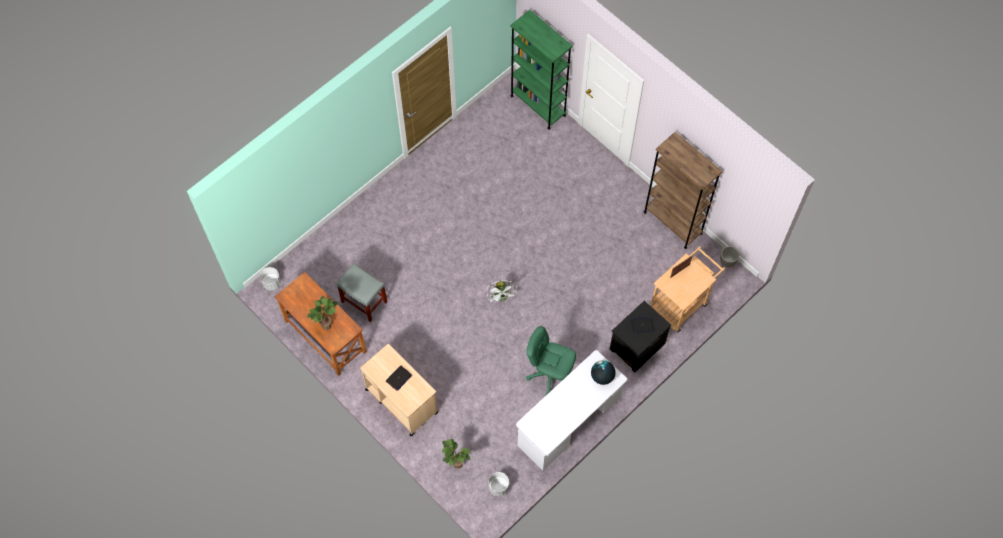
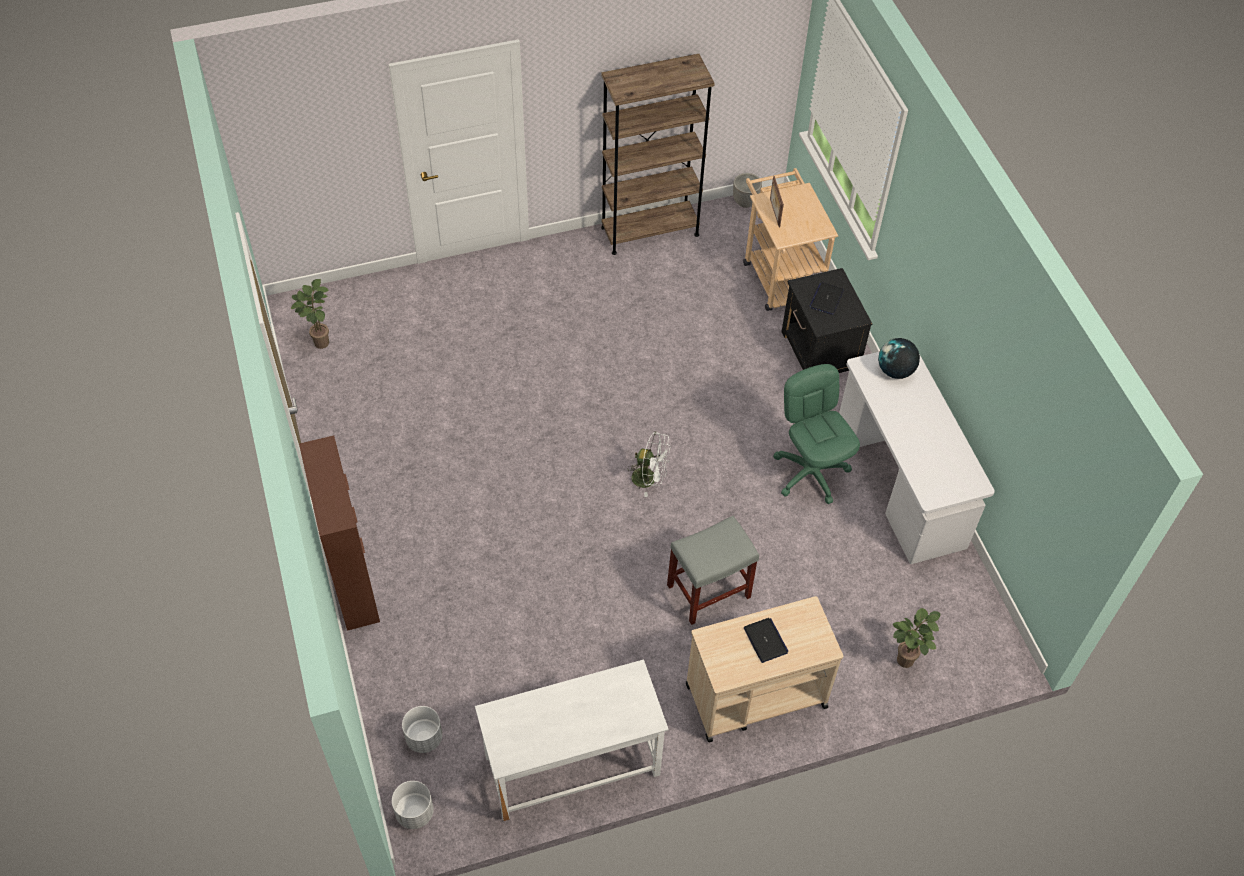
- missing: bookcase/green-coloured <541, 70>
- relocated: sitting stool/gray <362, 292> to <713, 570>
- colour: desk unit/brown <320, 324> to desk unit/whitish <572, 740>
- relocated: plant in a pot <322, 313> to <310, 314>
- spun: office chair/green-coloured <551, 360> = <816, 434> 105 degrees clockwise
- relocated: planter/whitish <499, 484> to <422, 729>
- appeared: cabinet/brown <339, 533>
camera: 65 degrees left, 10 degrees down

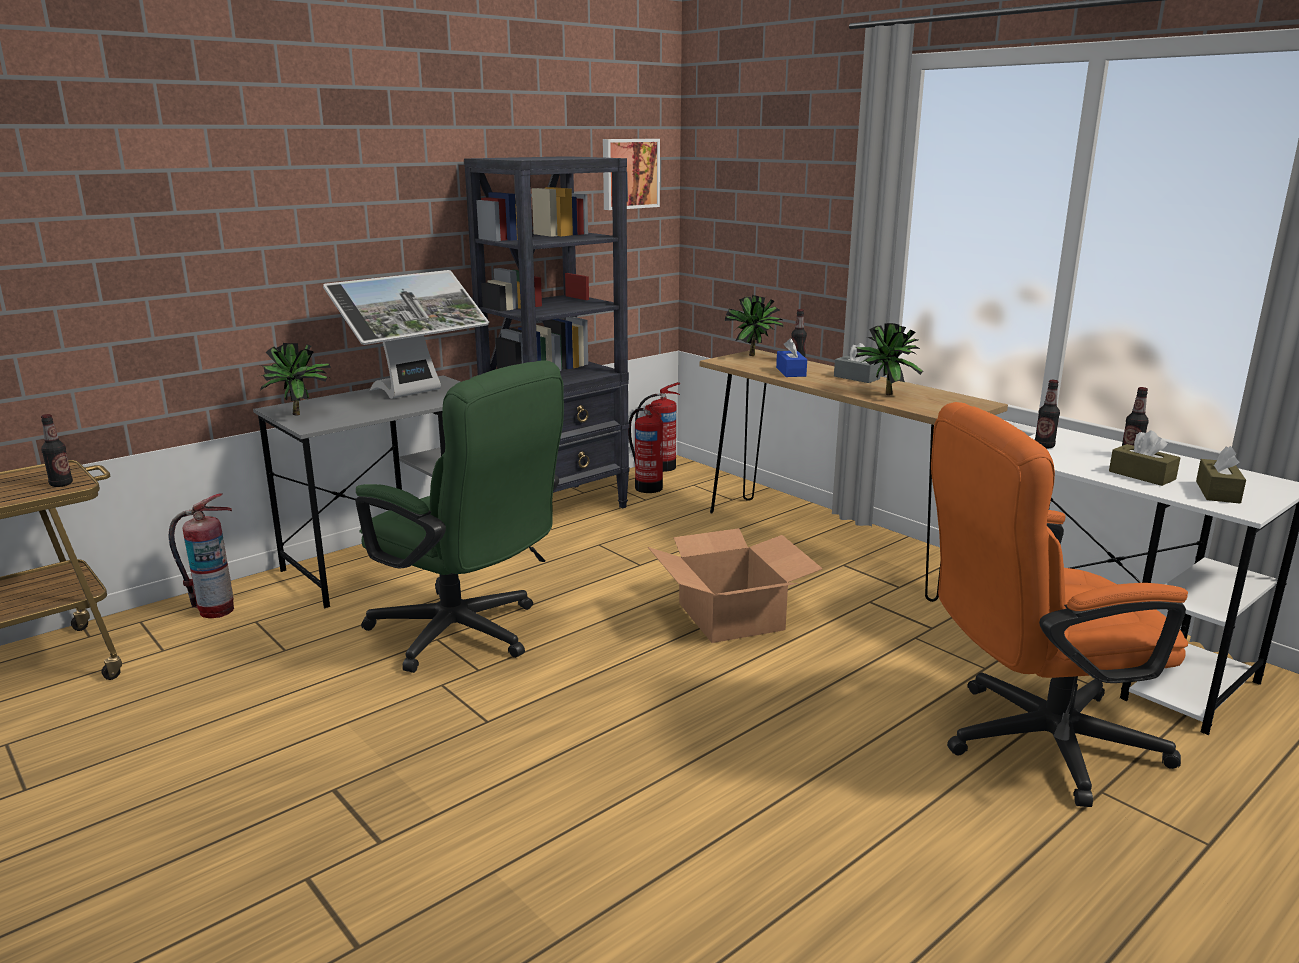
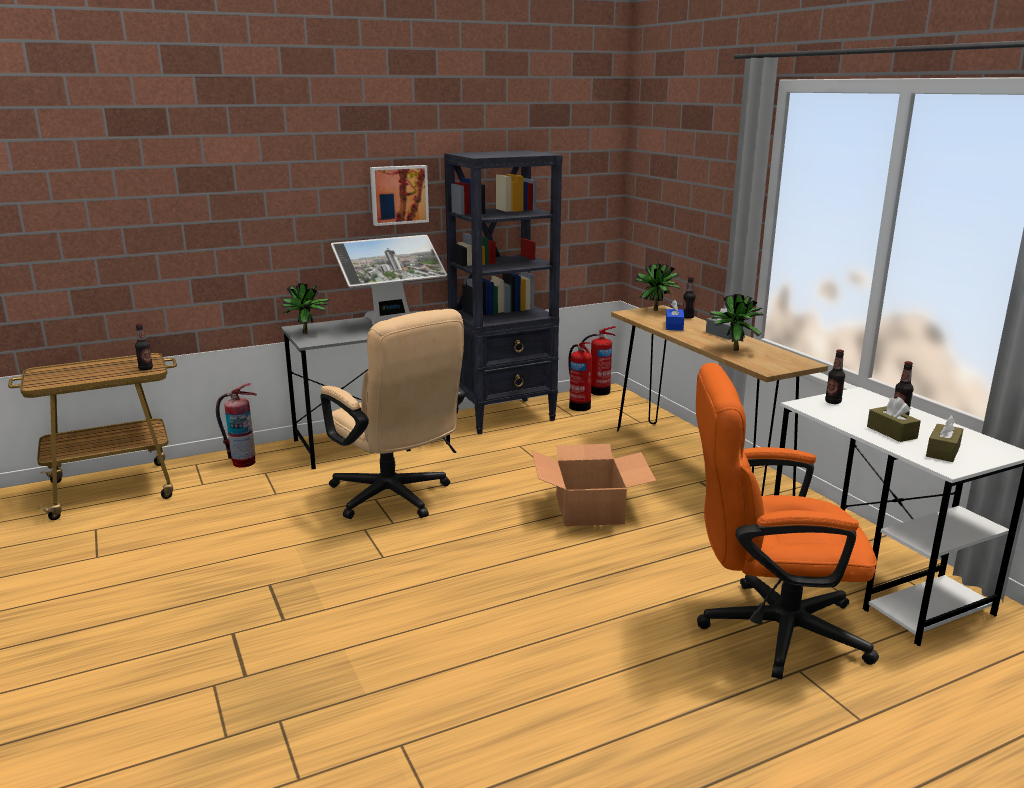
- relocated: picture <631, 174> to <399, 195>
- colour: office chair/green-coloured <460, 517> to office chair/beige <392, 414>
camera: 15 degrees right, 0 degrees up

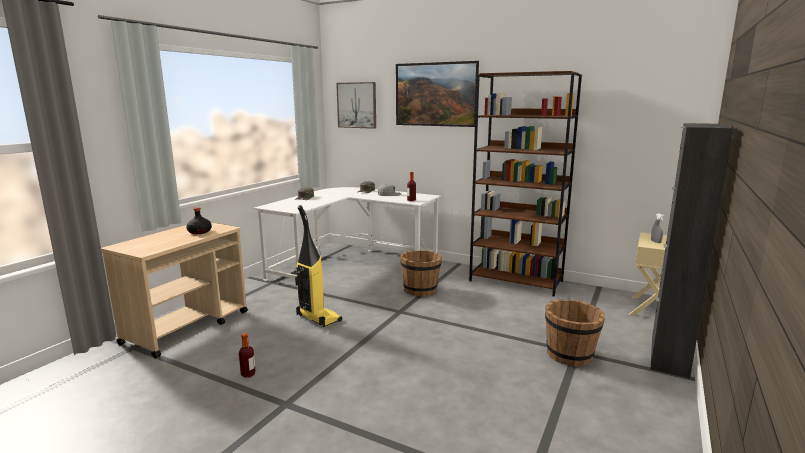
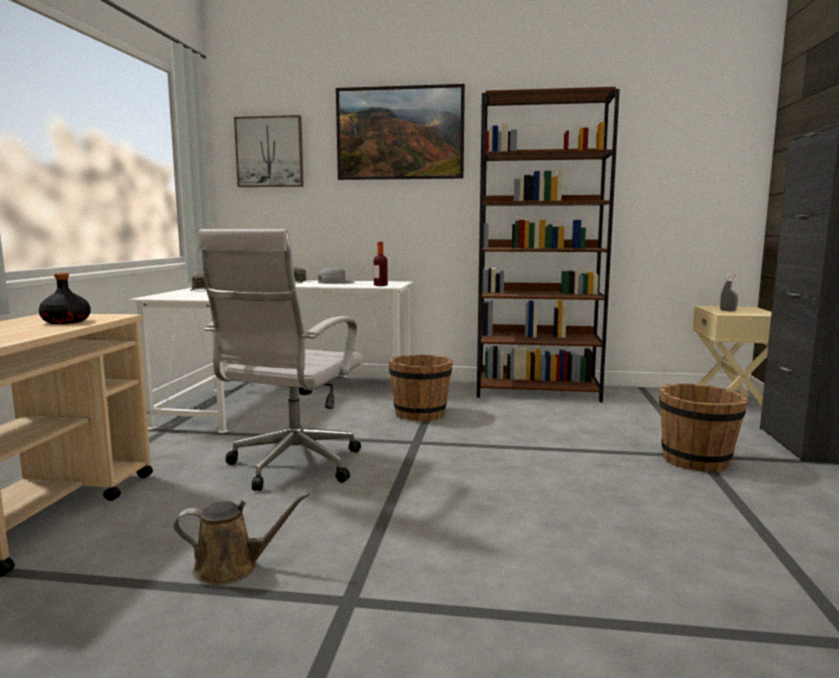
- exchanged: vacuum <318, 266> to office chair/whitish <281, 360>
- exchanged: bottle <247, 355> to watering pot/brown <241, 539>
camera: 20 degrees left, 5 degrees down

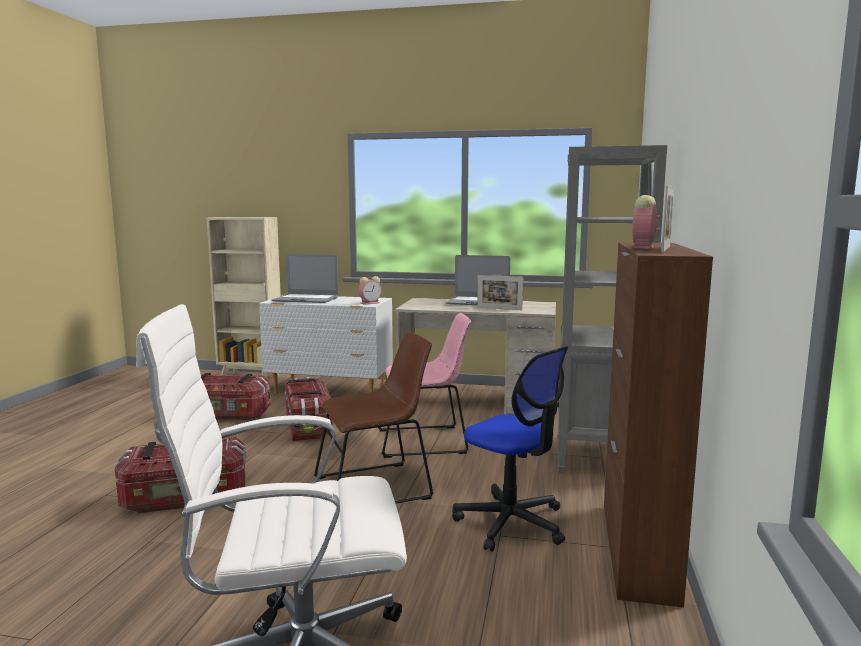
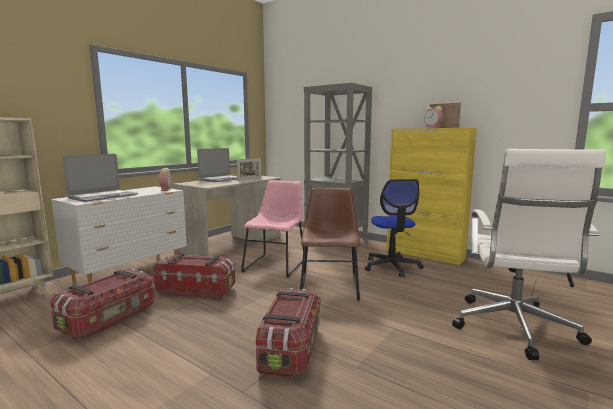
- colour: cabinet/brown <658, 425> to cabinet/yellow <431, 196>
- spun: office chair <510, 449> = <394, 228> 105 degrees clockwise
camera: 65 degrees left, 0 degrees up

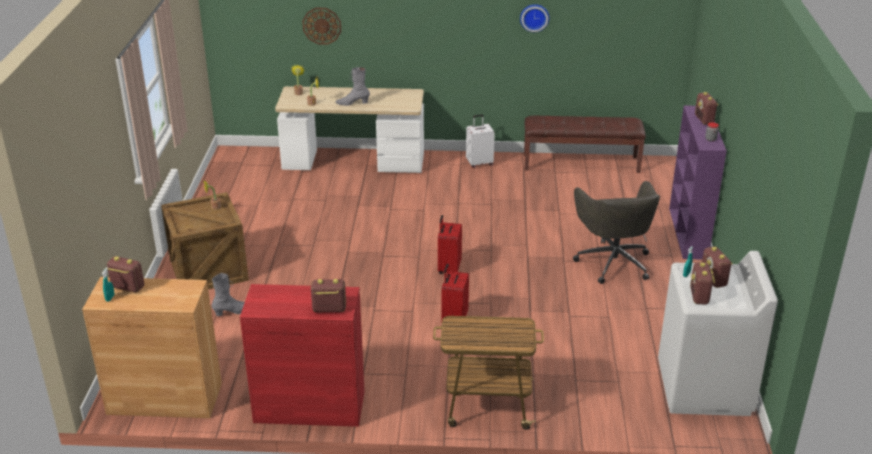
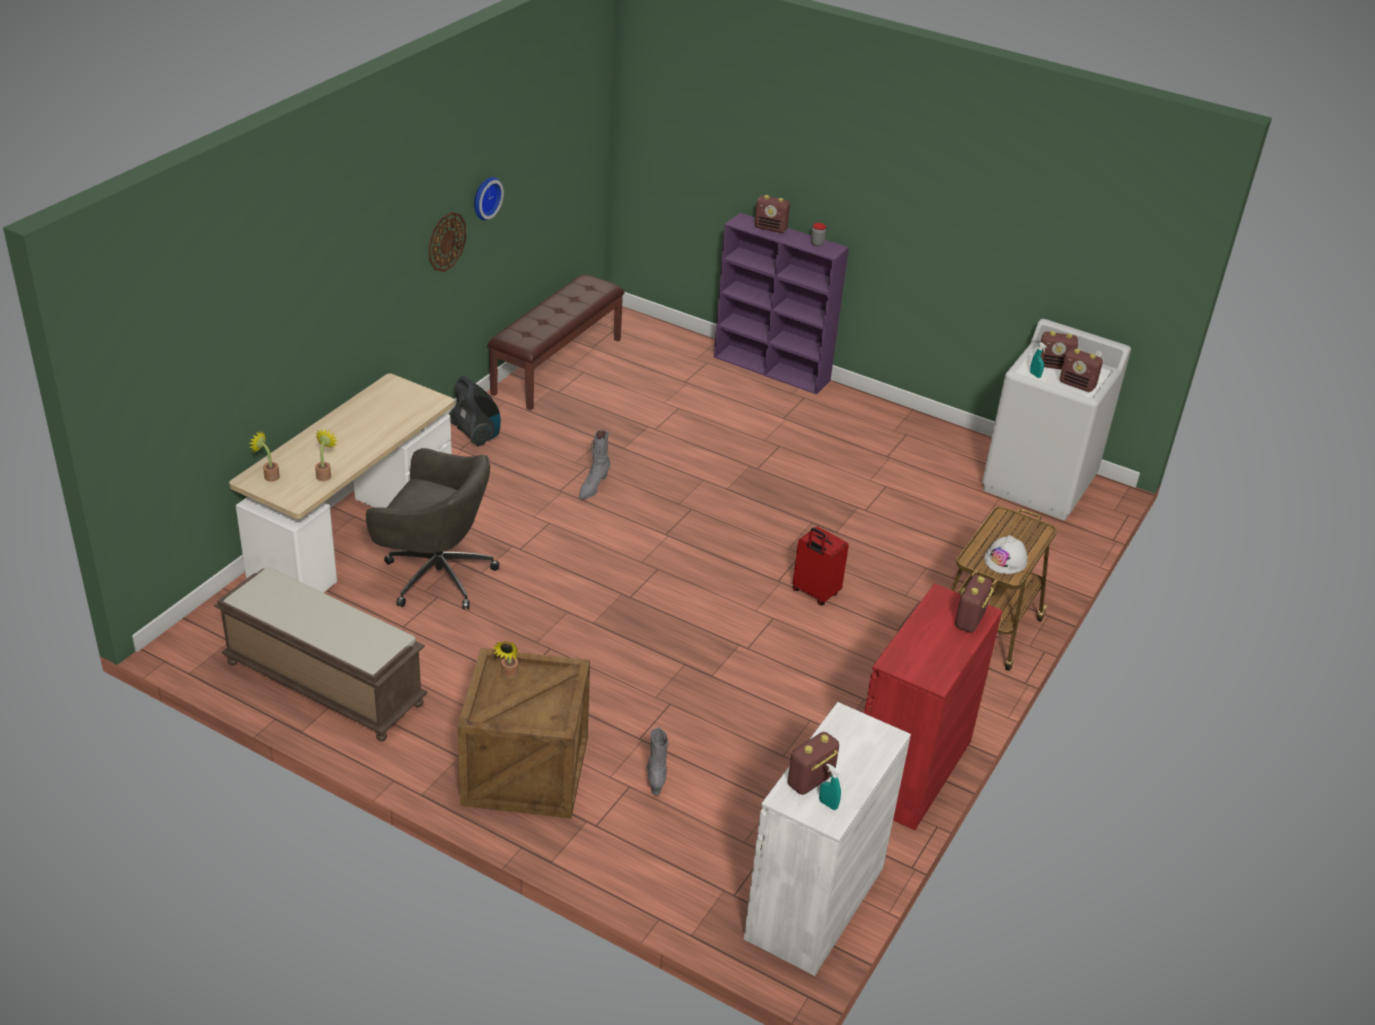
- relocated: clock on the wall <321, 26> to <447, 242>
- relocated: tall boot/gray <353, 86> to <595, 464>
- exchanged: travel case/whitish <480, 141> to vacuum <475, 411>
- relocated: office chair/gray <616, 232> to <432, 528>
- missing: travel case/reddish <450, 244>
- colour: cabinet/brown <152, 347> to cabinet/whitish <827, 839>
- appeared: hard hat/whitish <1006, 554>
- appeared: bench/brown <320, 654>
camera: 65 degrees left, 5 degrees up

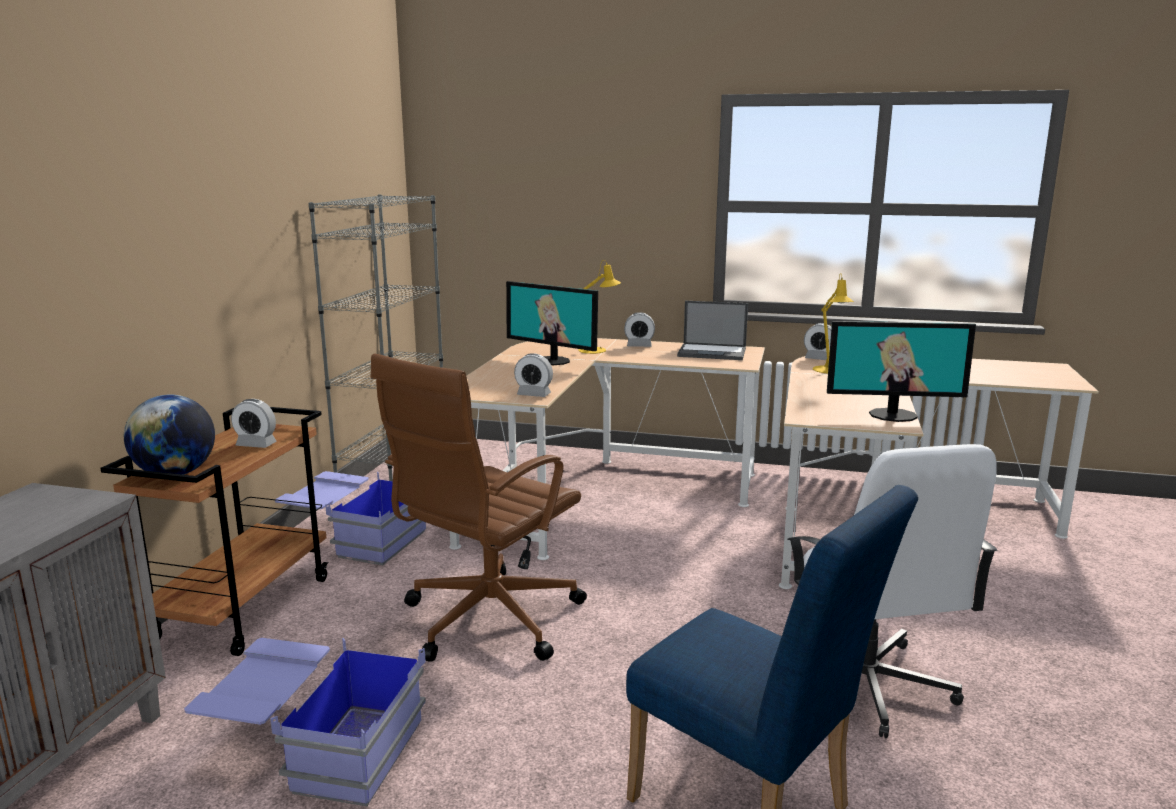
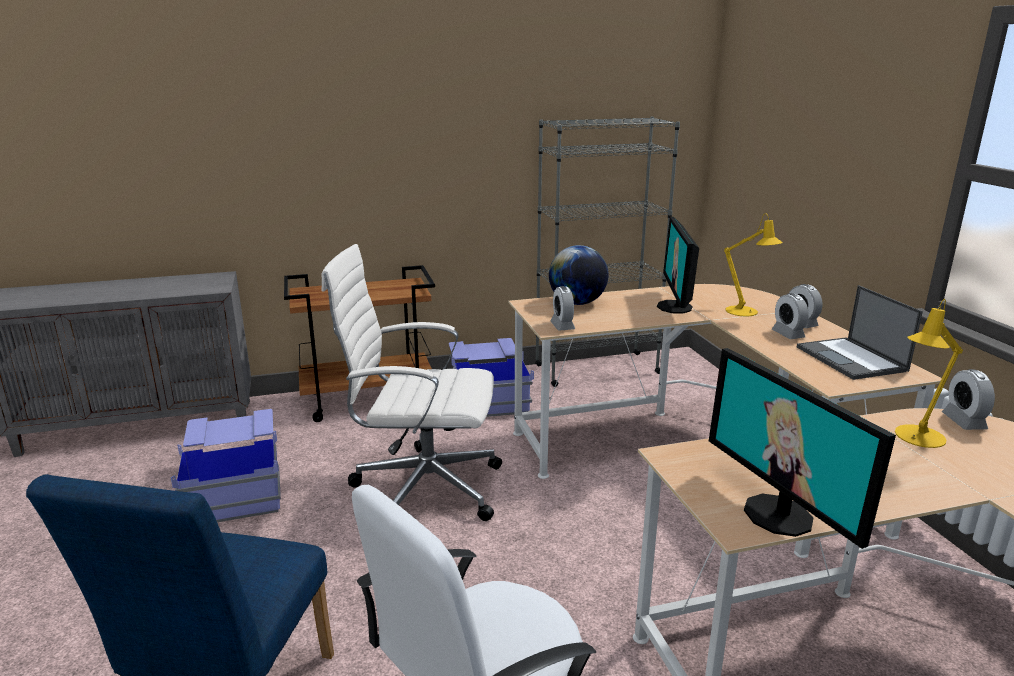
- colour: office chair/brown <479, 507> to office chair/whitish <412, 382>
- relocated: globe <169, 434> to <578, 275>
- relocated: alarm clock <254, 423> to <790, 316>
camera: 60 degrees right, 5 degrees up

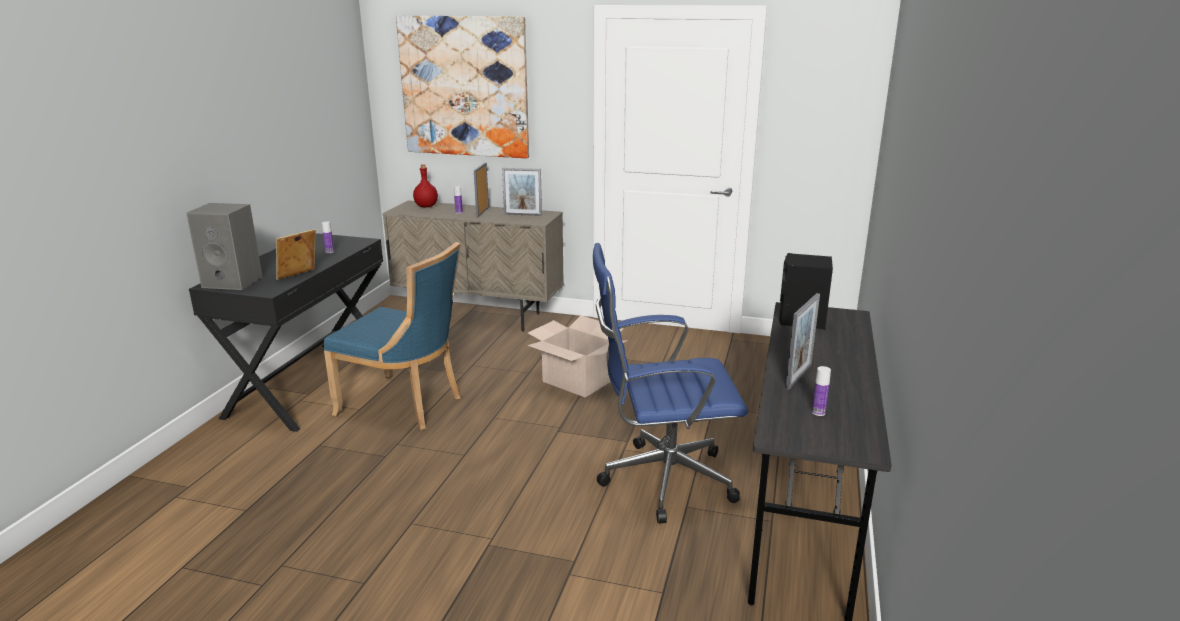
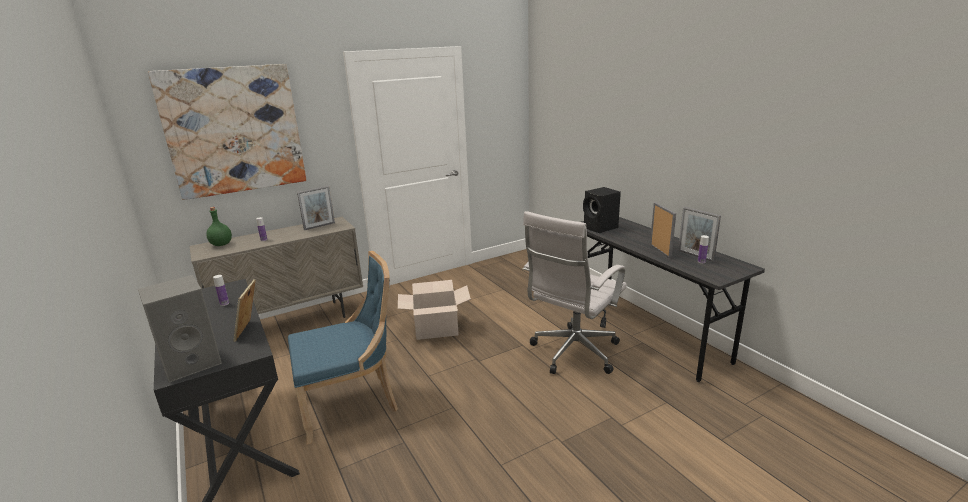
- relocated: standing frame <481, 190> to <699, 234>
- colour: bottle/reddish <425, 185> to bottle/green-coloured <219, 226>
- colour: office chair/blue <670, 383> to office chair/whitish <575, 292>
camera: 45 degrees left, 0 degrees up

